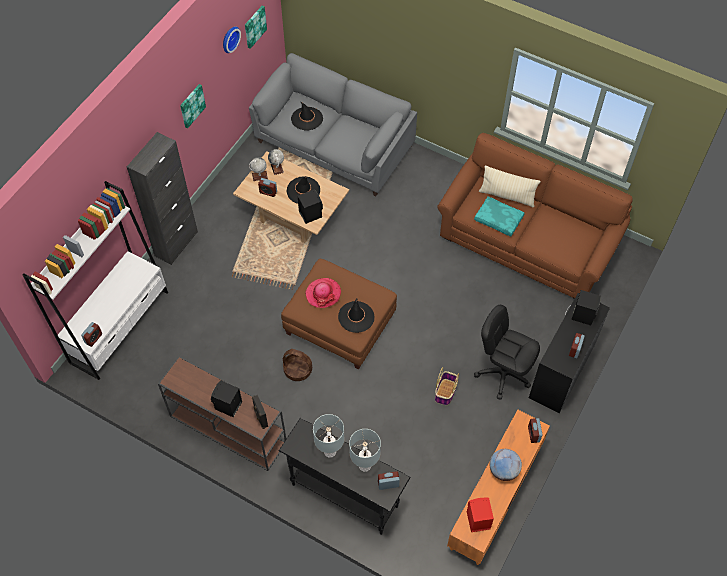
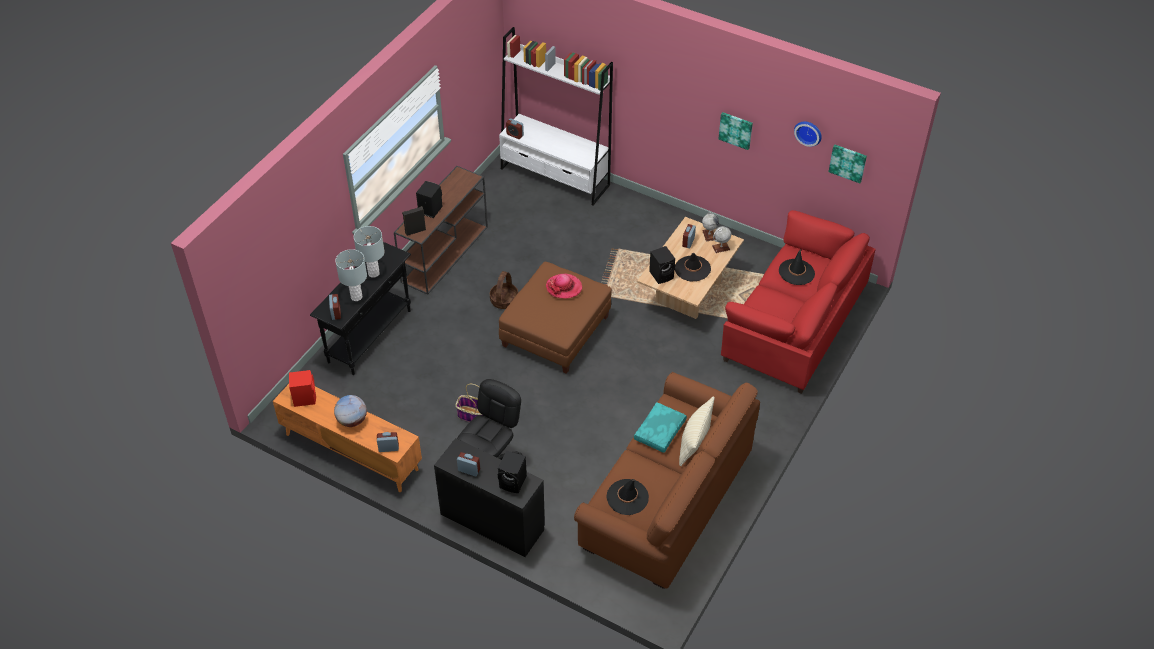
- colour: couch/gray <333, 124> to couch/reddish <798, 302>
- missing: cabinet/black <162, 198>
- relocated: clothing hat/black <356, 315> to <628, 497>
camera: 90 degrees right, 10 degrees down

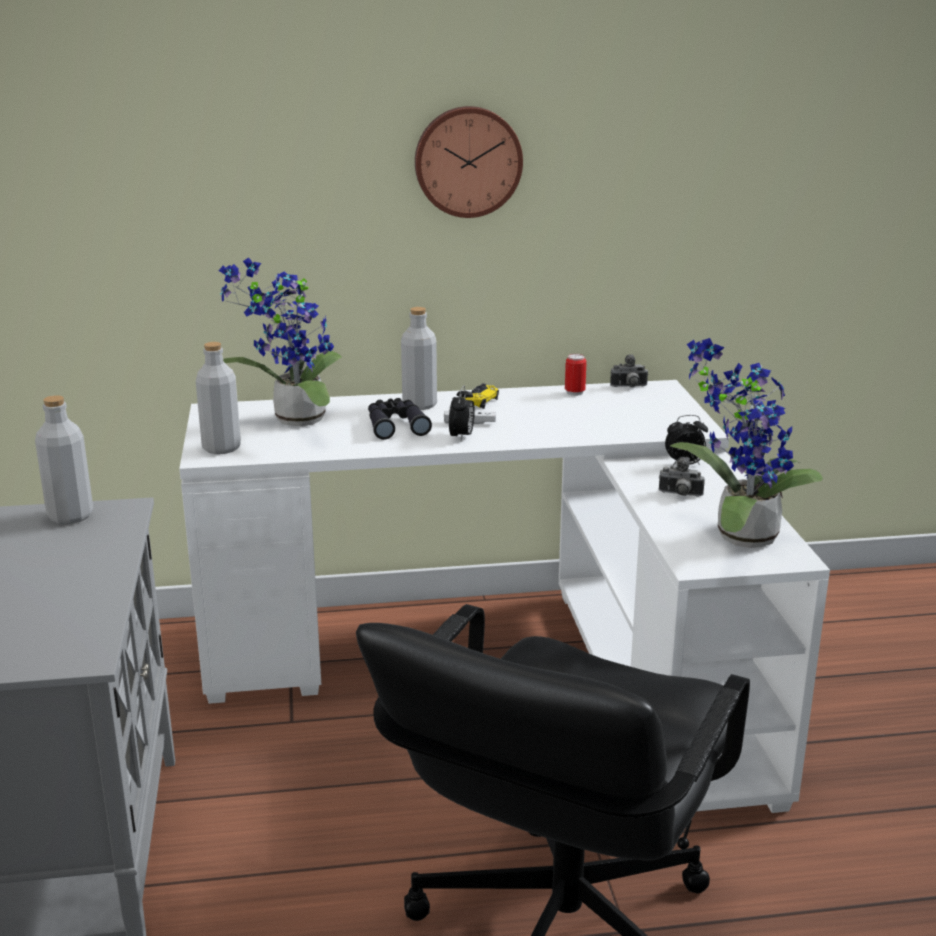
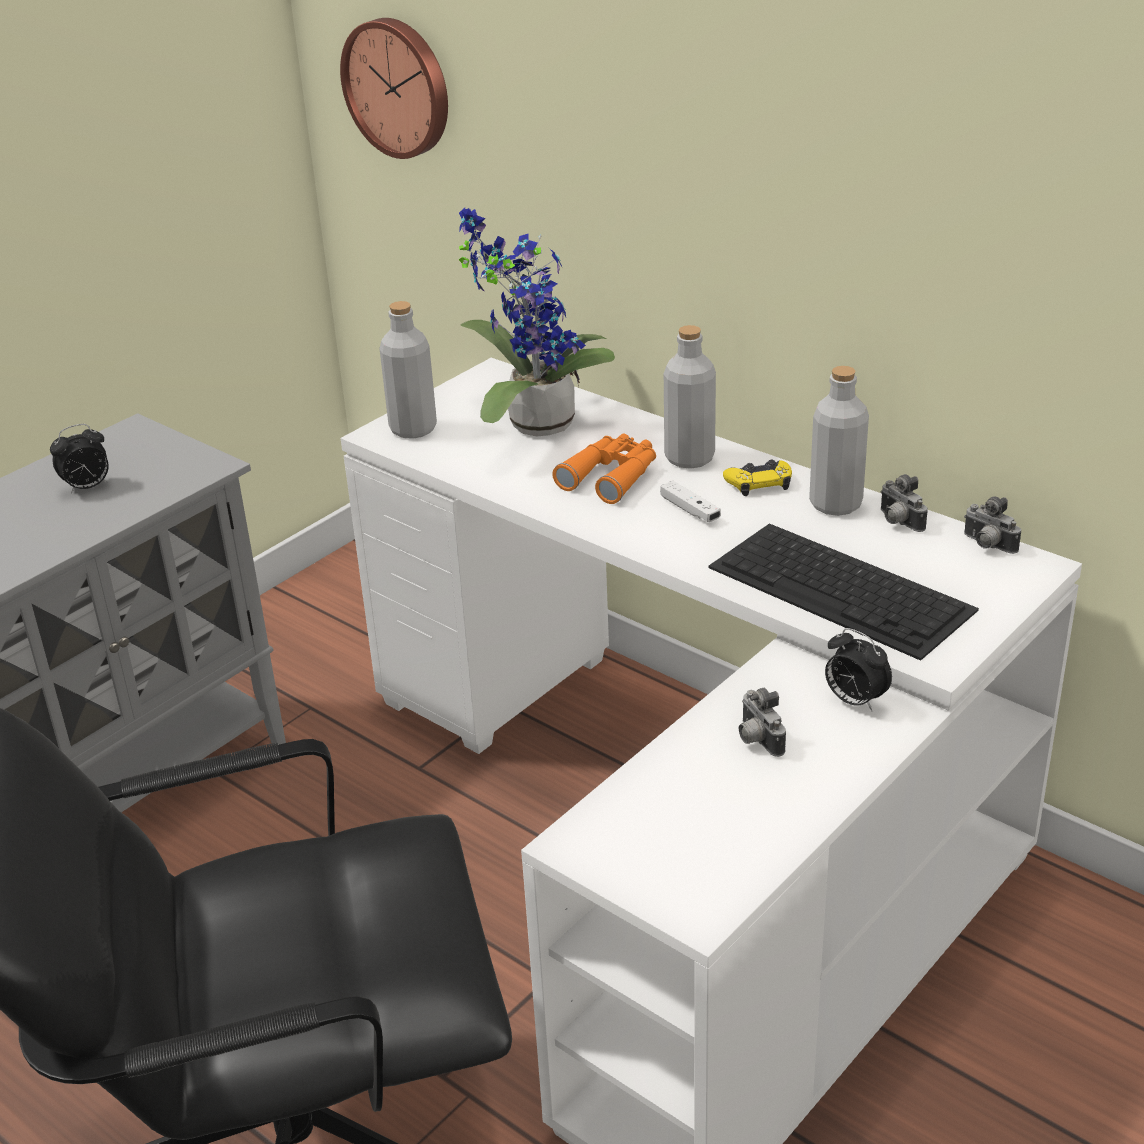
- relocated: clock on the wall <469, 162> to <394, 88>
- missing: plant in a pot <746, 443>
- exchanged: metal can <575, 375> to photo camera <904, 503>
- relocated: alarm clock <462, 413> to <79, 459>
- relocated: bottle/gray <64, 459> to <839, 441>
- colour: pair of binoculars/black <400, 419> to pair of binoculars/orange-coloured <604, 468>
- appeared: keyboard <844, 592>
camera: 50 degrees right, 10 degrees up

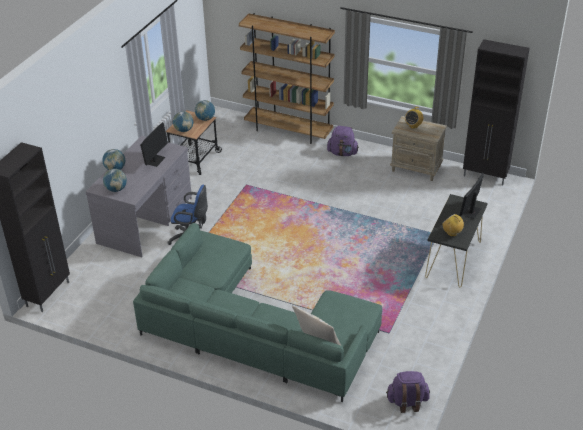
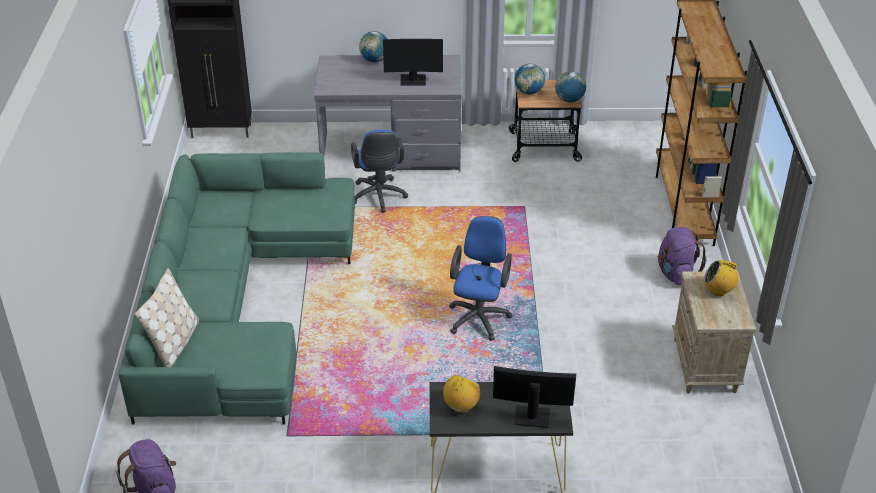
- missing: cabinet/black <496, 112>
- missing: globe <115, 180>
- appeared: office chair/blue <480, 278>
camera: 65 degrees right, 0 degrees up

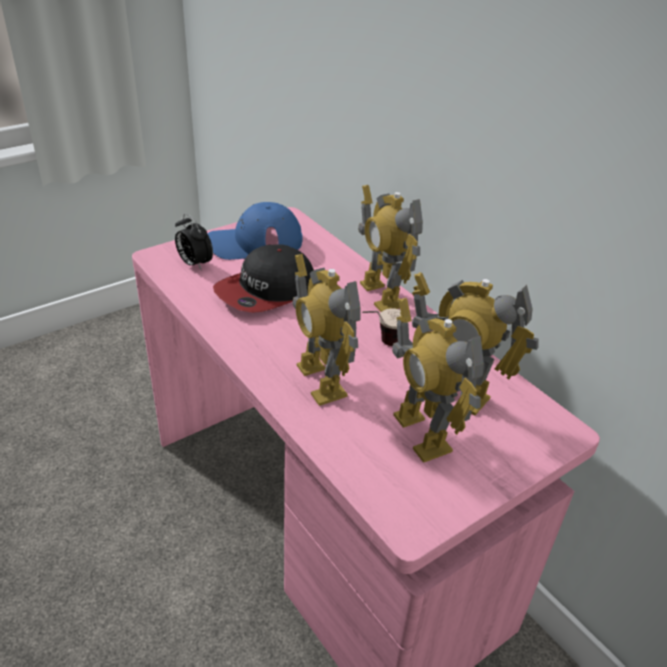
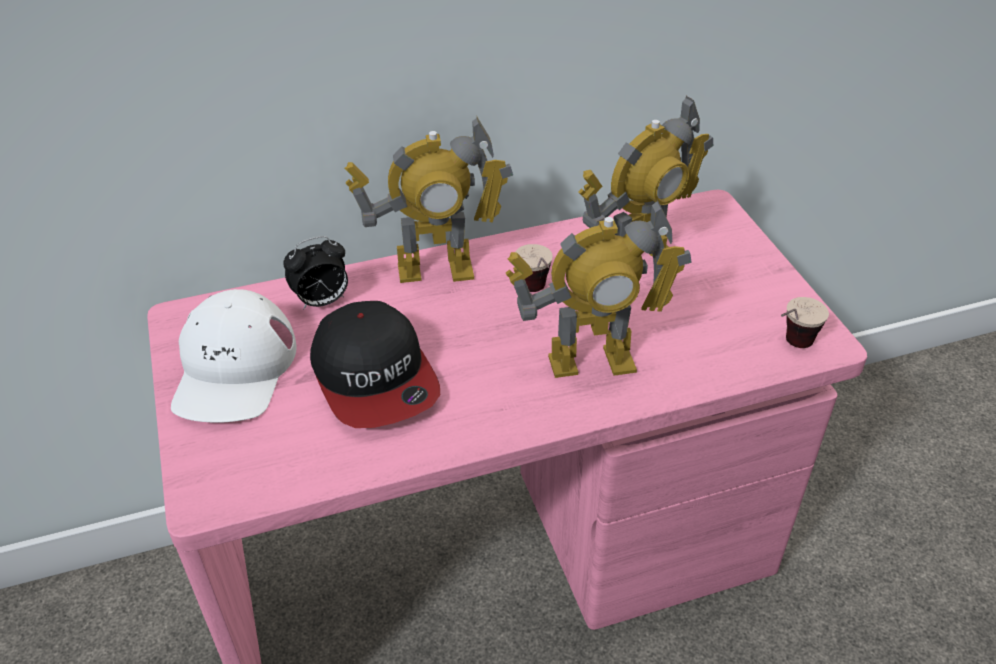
- colour: peaked cap/blue <255, 231> to peaked cap/whitish <234, 356>
- relocated: alarm clock <194, 242> to <315, 272>
- missing: toy robot <438, 380>
- appeared: drinking cup <805, 322>
camera: 70 degrees left, 5 degrees up

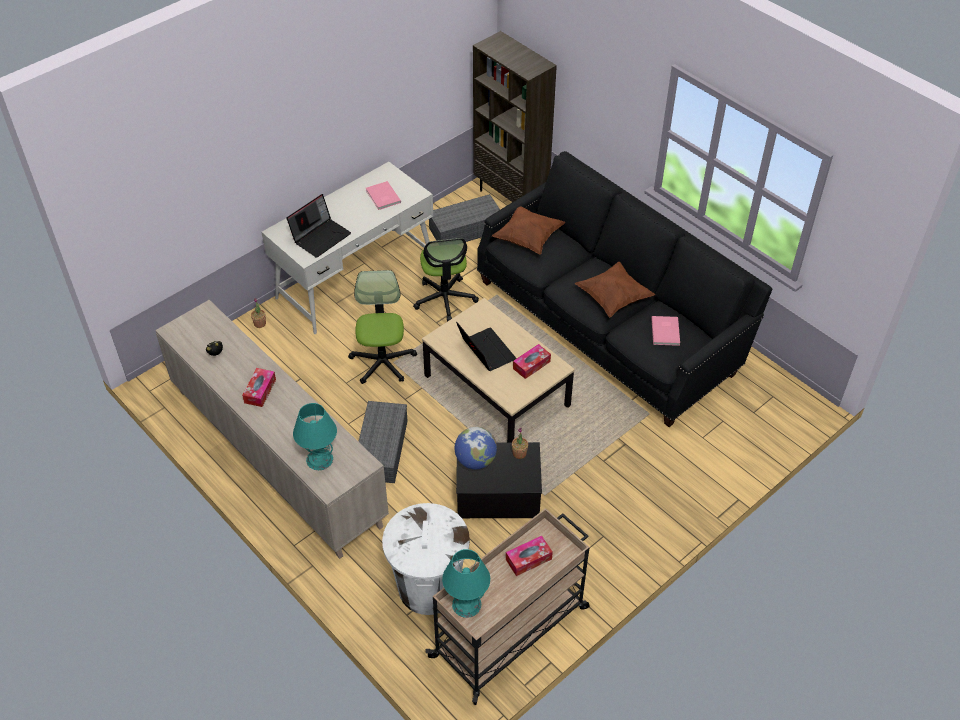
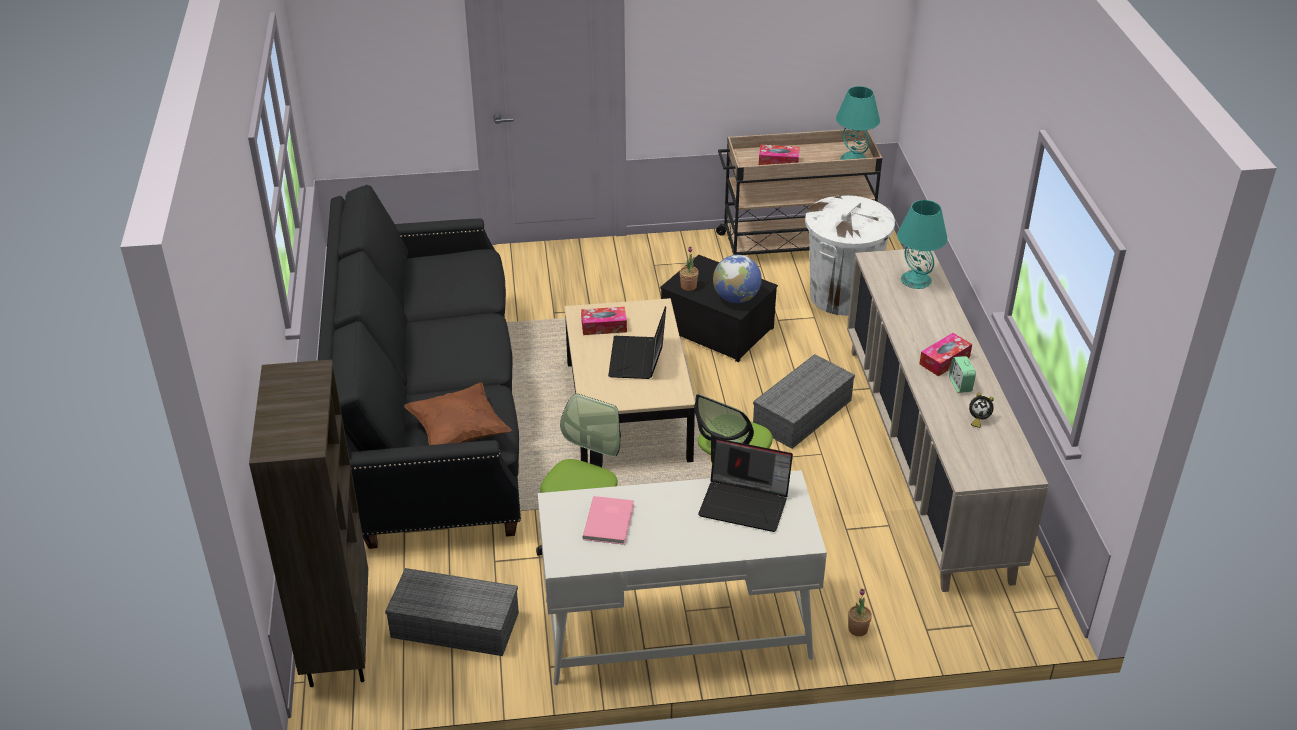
- spun: notebook computer <318, 226> = <745, 485> 150 degrees counterclockwise
- missing: pillow/brown <615, 290>
- missing: book/pink-coloured <665, 331>
- appeared: alarm clock <962, 374>
camera: 145 degrees left, 10 degrees down

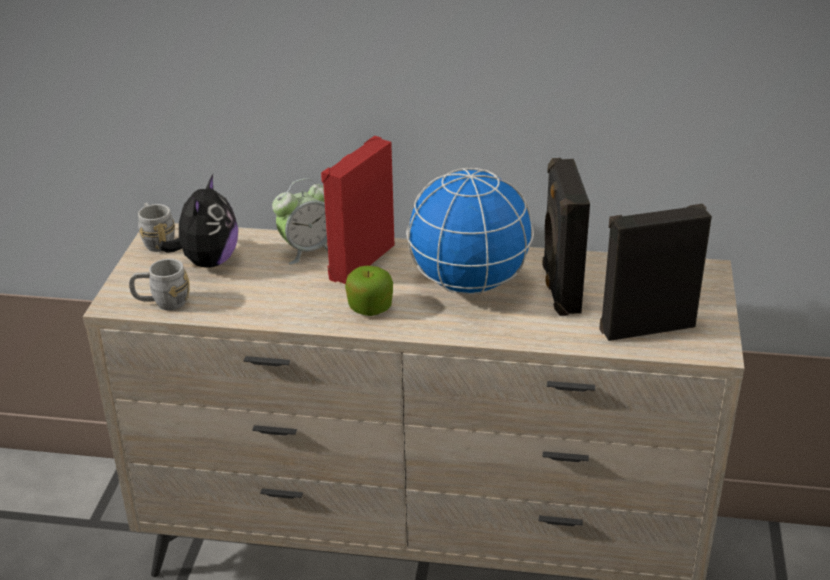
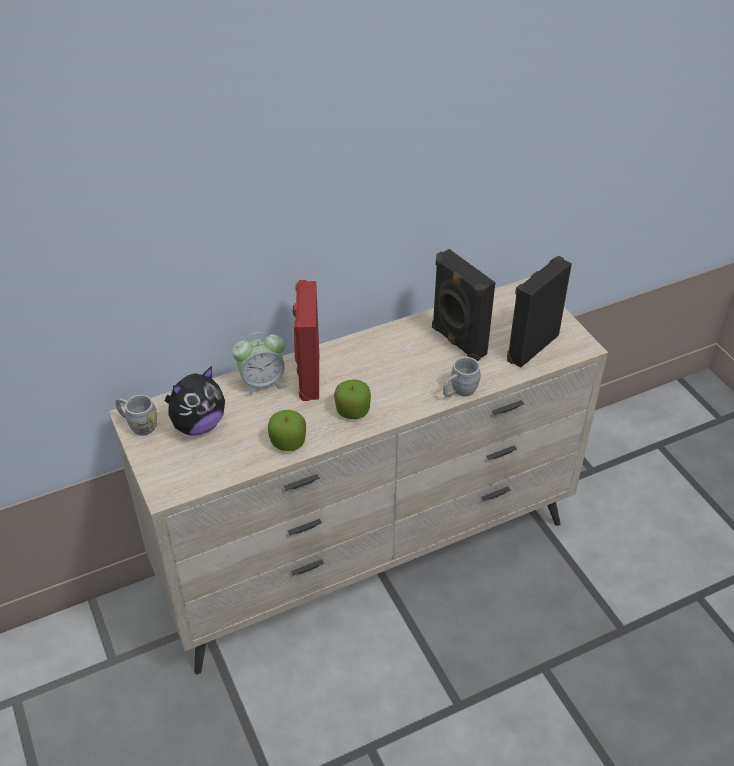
- missing: globe <470, 231>
- spun: plush toy <198, 220> = <195, 401> 75 degrees clockwise
- spun: alarm clock <300, 221> = <259, 364> 45 degrees clockwise
- relocated: tea mug/gray <159, 284> to <462, 377>
- appeared: apple <287, 430>
camera: 35 degrees left, 10 degrees up

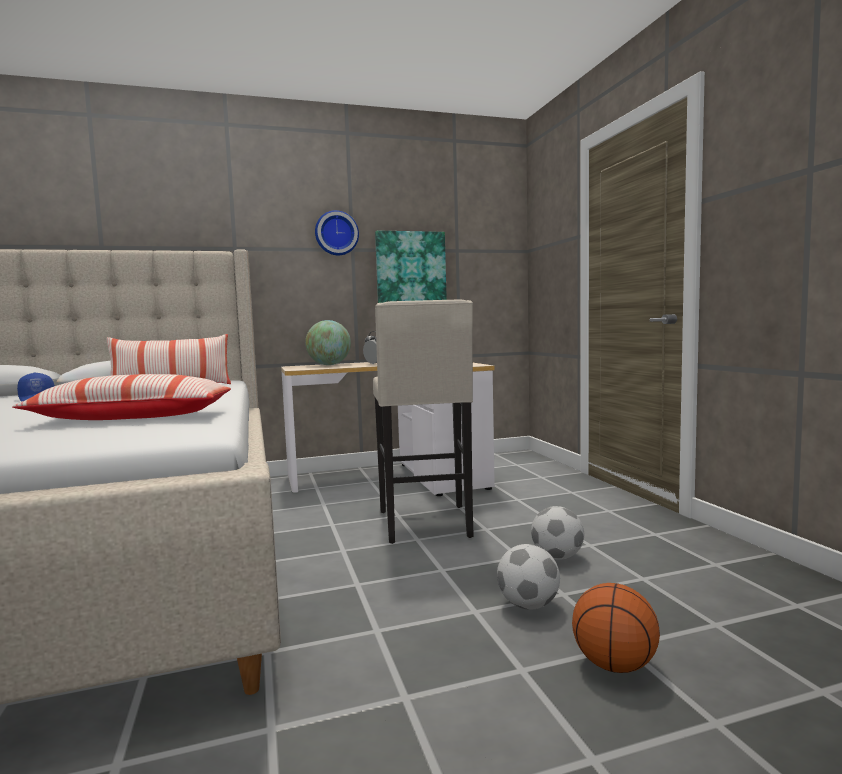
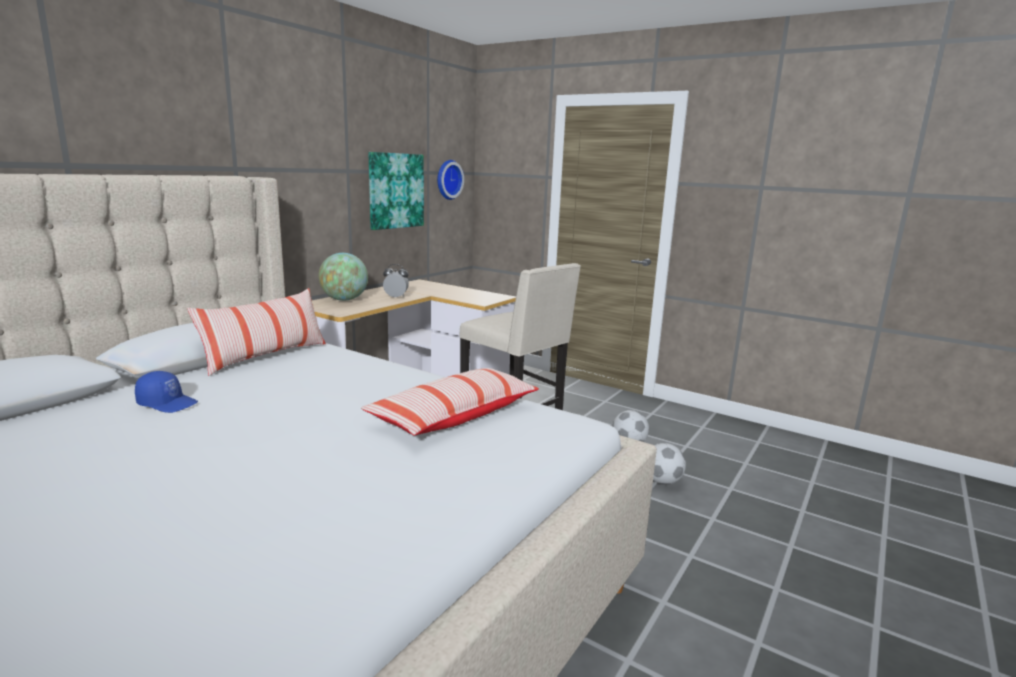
- relocated: clock on the wall <337, 232> to <450, 180>
- missing: basketball <616, 628>
camera: 40 degrees left, 10 degrees up

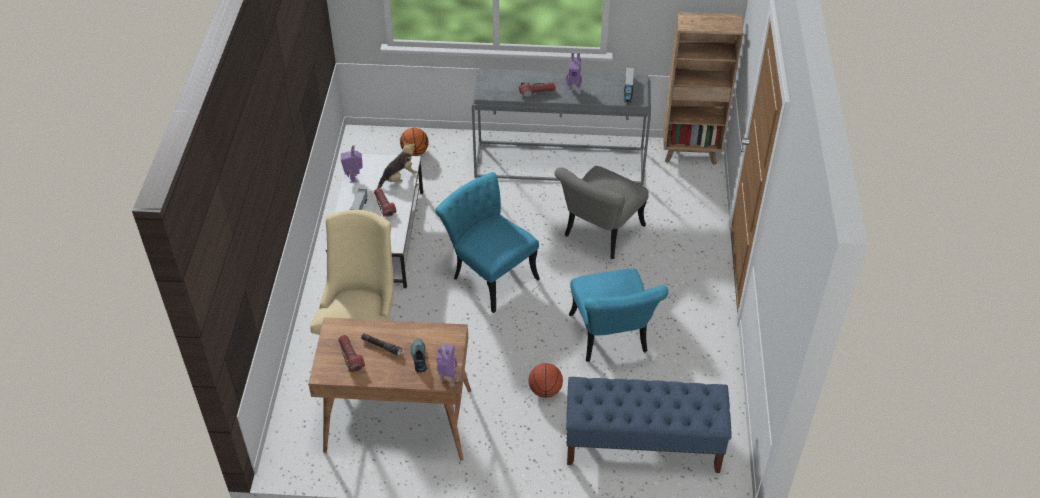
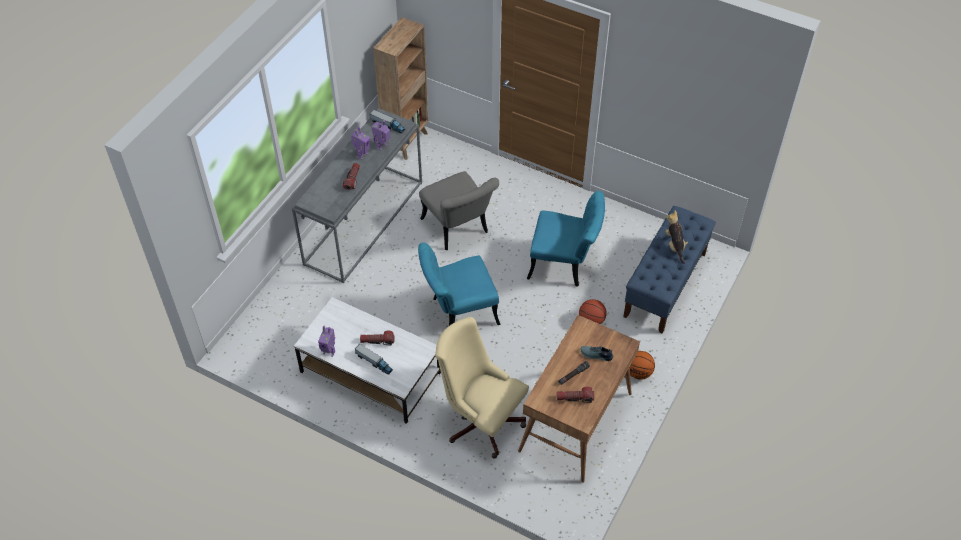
- relocated: basketball <414, 142> to <642, 365>
- relocated: plush toy <397, 165> to <676, 237>
- relocated: toy robot <447, 362> to <380, 135>
camera: 65 degrees left, 5 degrees up

